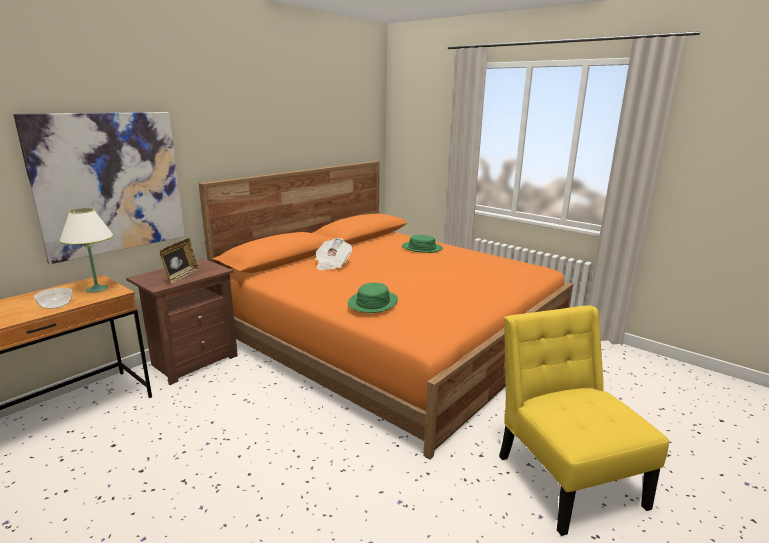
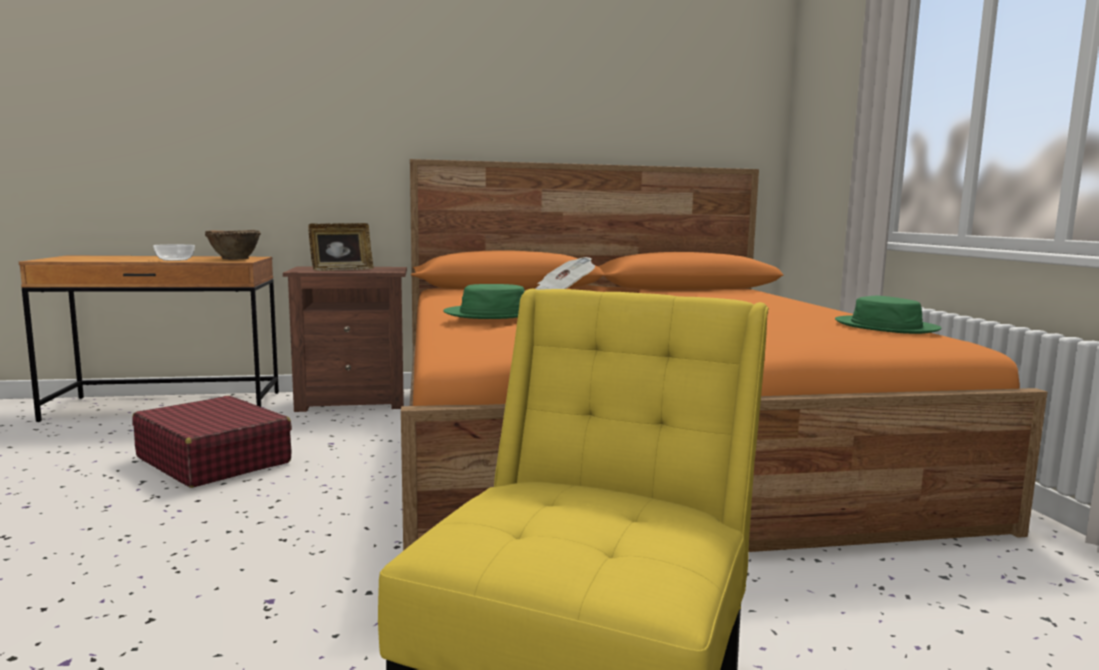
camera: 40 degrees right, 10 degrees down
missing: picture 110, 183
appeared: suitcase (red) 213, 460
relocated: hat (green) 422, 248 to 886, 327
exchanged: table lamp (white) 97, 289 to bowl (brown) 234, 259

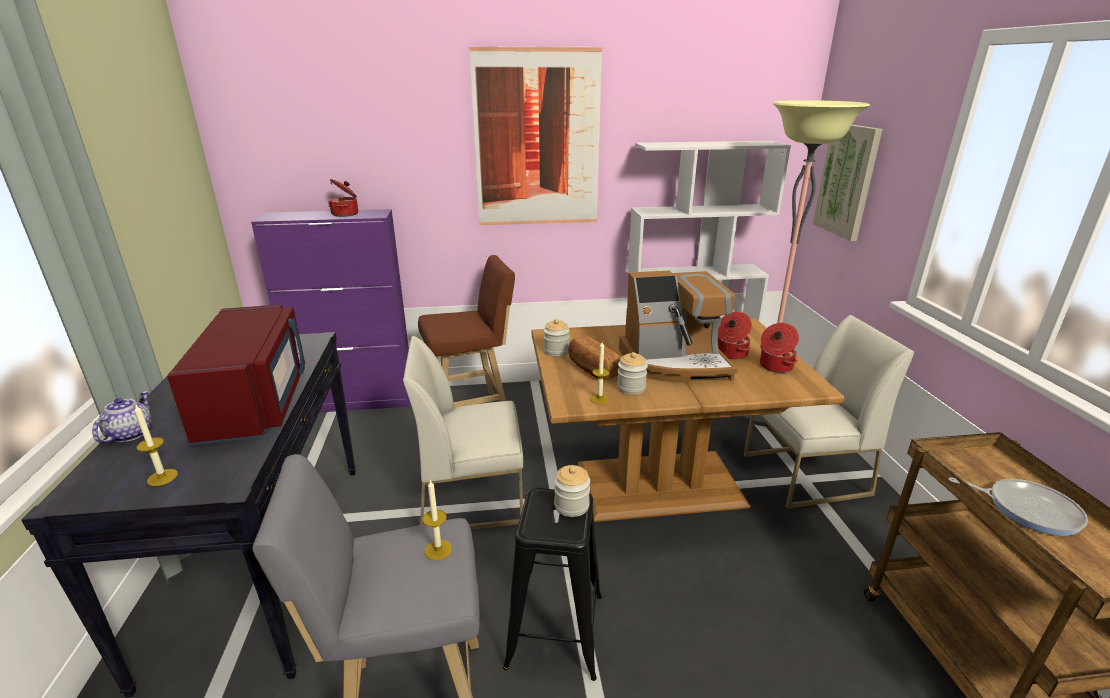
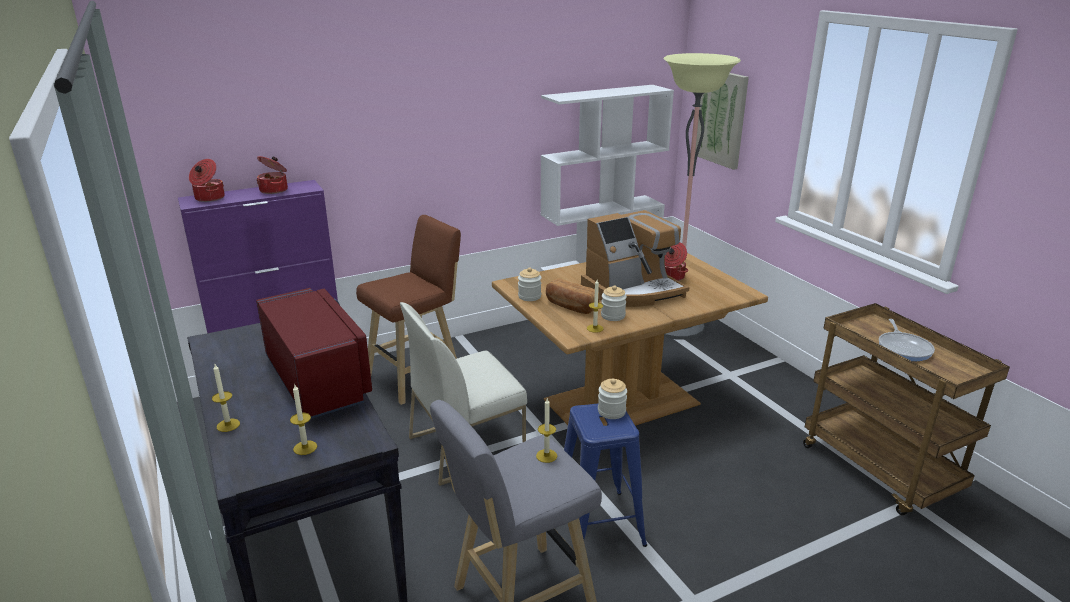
camera: 20 degrees left, 0 degrees up
missing: picture 537, 140; chair (white) 805, 475
relocated: cooking pot 775, 366 to 209, 198
exchanged: teapot 130, 434 to candle 228, 425
colour: stool (black) 555, 630 to stool (blue) 598, 523
spun: frying pan 1027, 509 = 904, 348 90 degrees clockwise

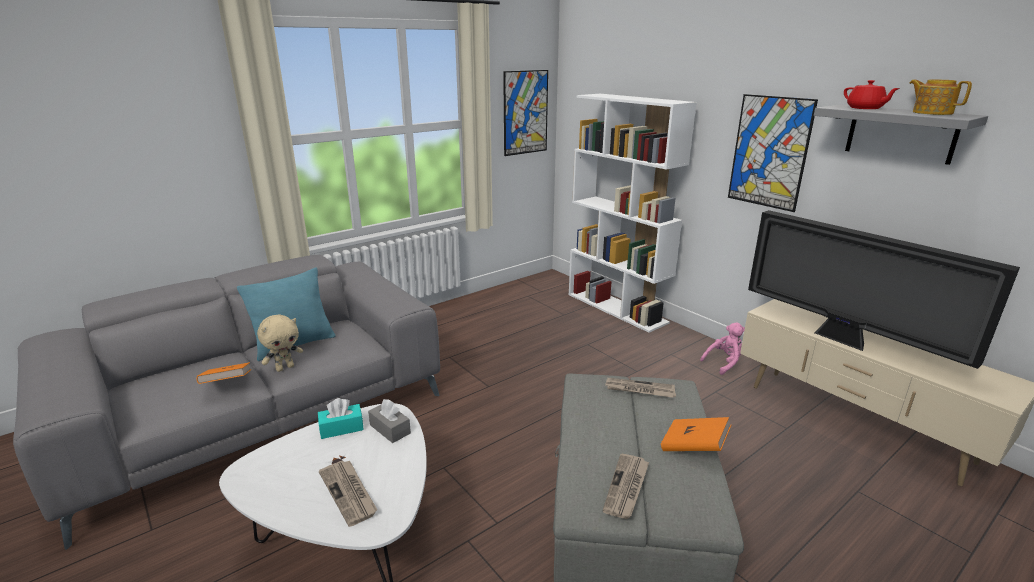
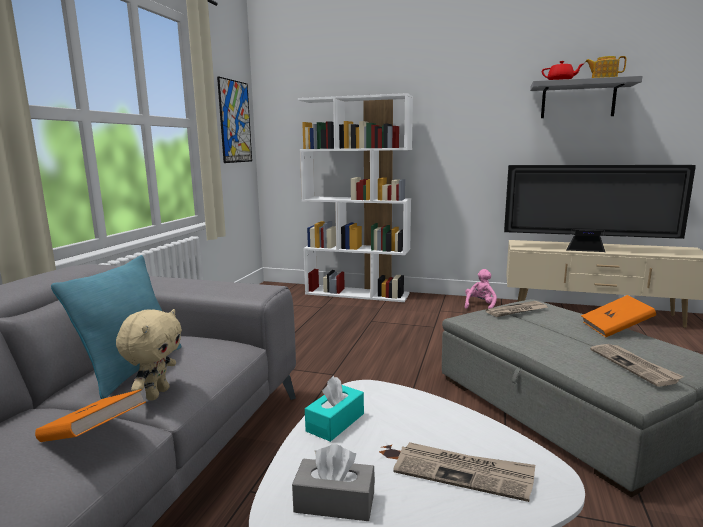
camera: 35 degrees left, 10 degrees down
missing: picture 769, 152
relocated: tissue box (grey) 390, 429 to 334, 502

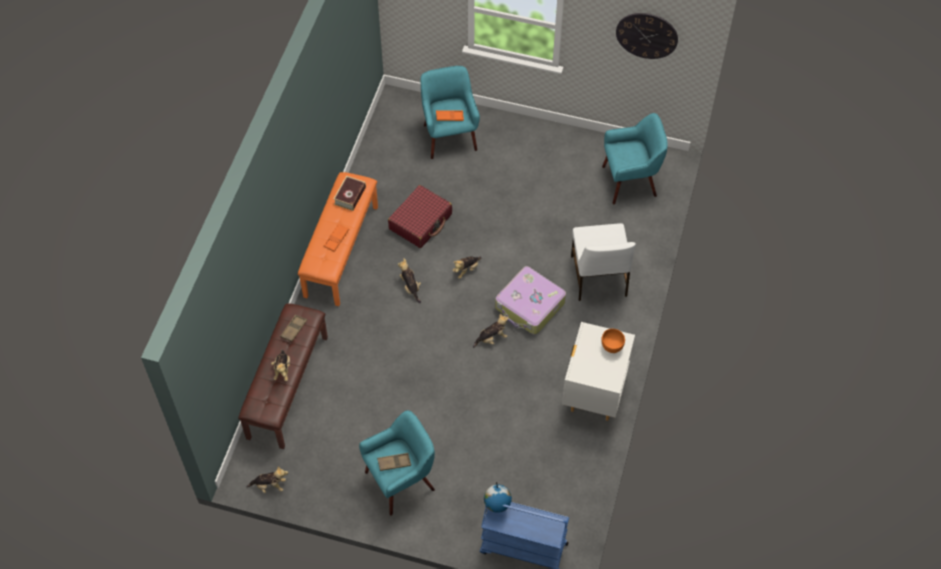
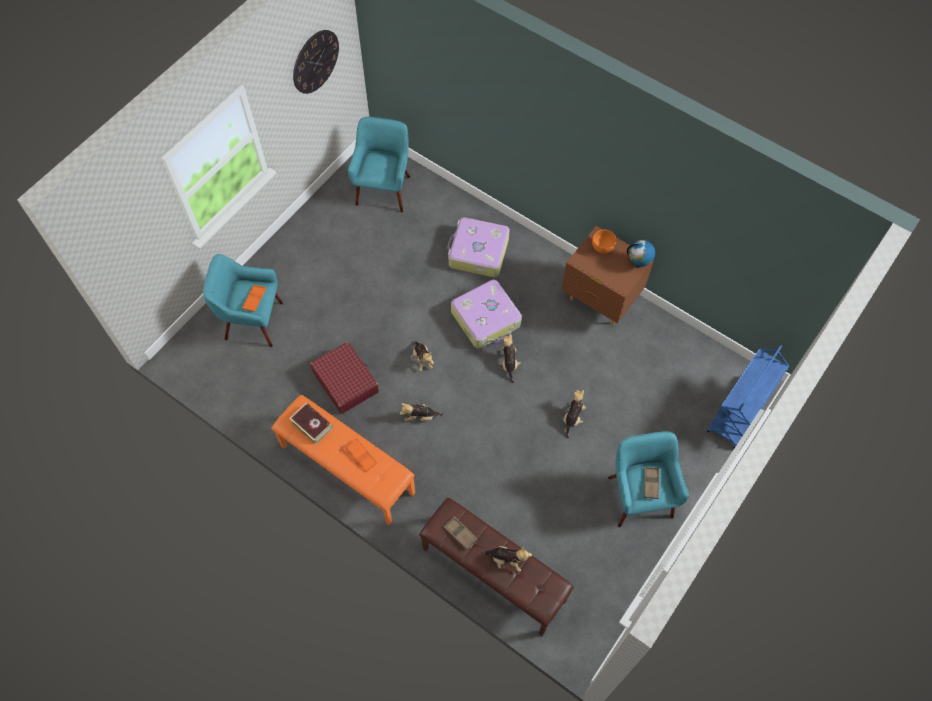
camera: 70 degrees left, 5 degrees up
relocated: plush toy 269, 485 to 573, 418; globe 497, 506 to 638, 264
exchanged: chair (white) 598, 277 to suitcase 478, 252
colour: nightstand (white) 594, 394 to nightstand (brown) 600, 300

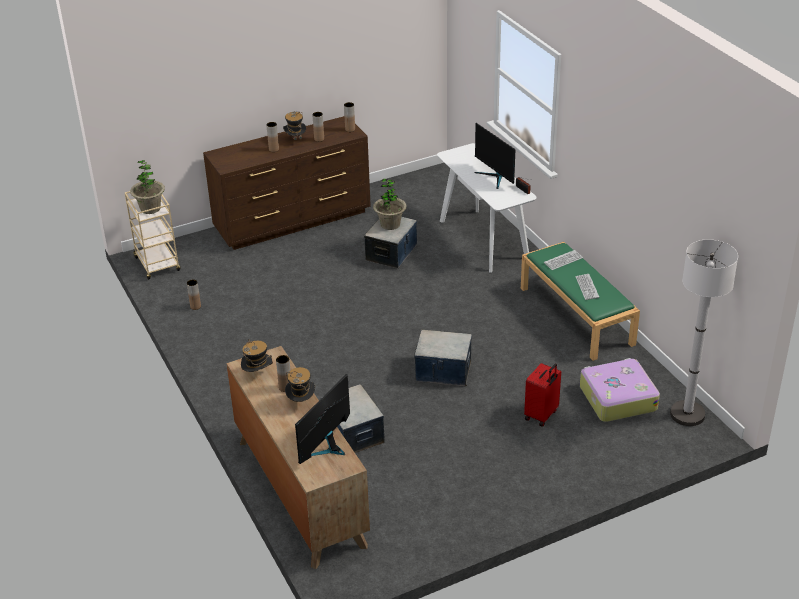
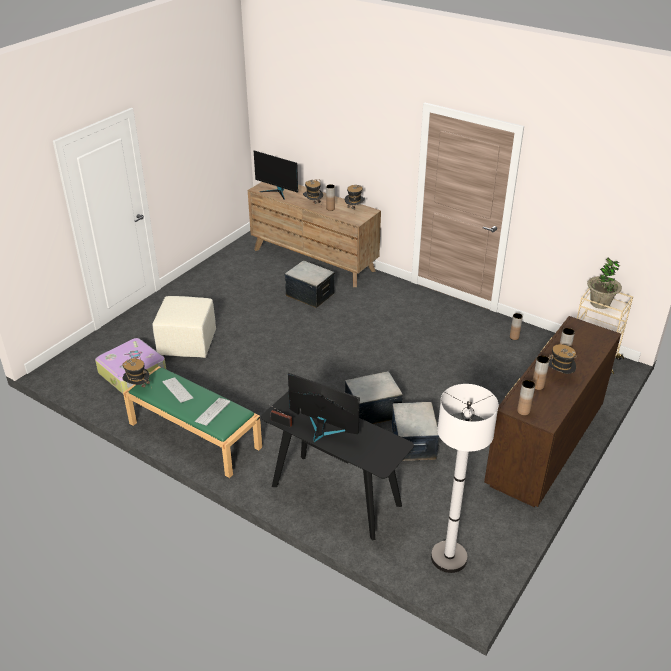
camera: 150 degrees right, 0 degrees up
missing: potted plant 390, 224
appeared: hat 138, 387
relocated: storage box 443, 371 to 372, 411; floor lamp (white) 687, 414 to 449, 557
exchanged: suitcase (red) 542, 415 to ottoman (beige) 187, 343
colour: console table (white) 484, 239 to console table (black) 335, 495
spun: monitor 327, 447 = 277, 192 120 degrees clockwise

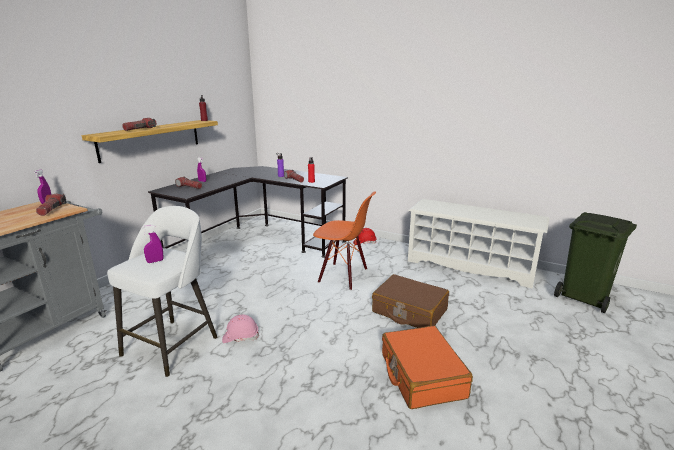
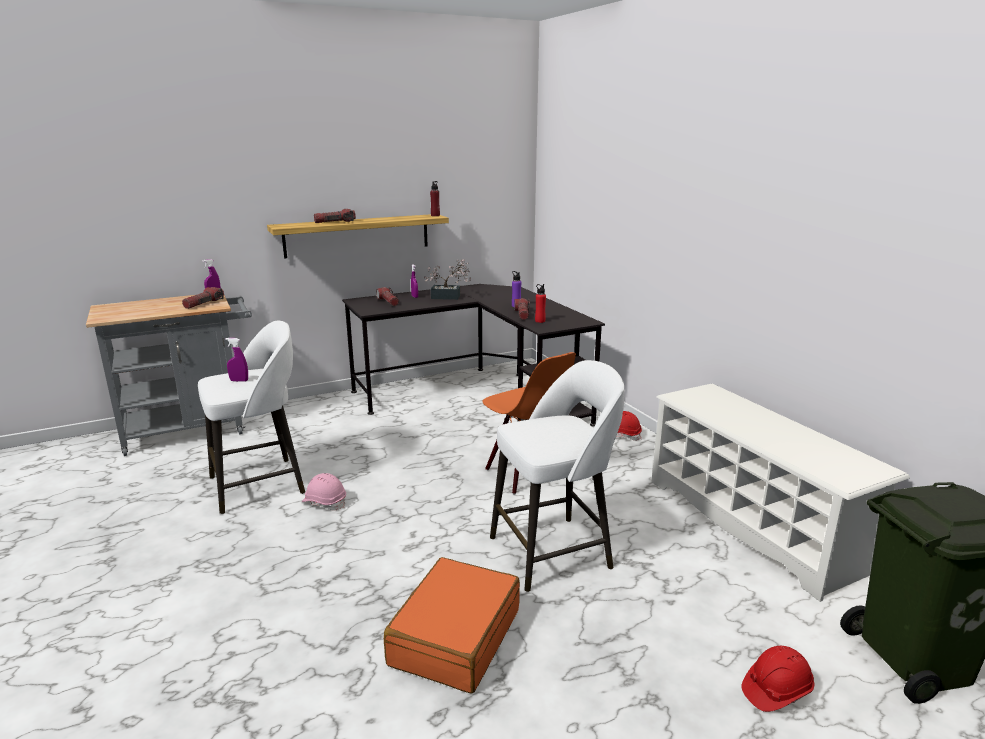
camera: 35 degrees right, 0 degrees up
appeared: potted plant 449, 297; hard hat (red) 776, 690
exchanged: suitcase (brown) 409, 311 to stool (white) 553, 551

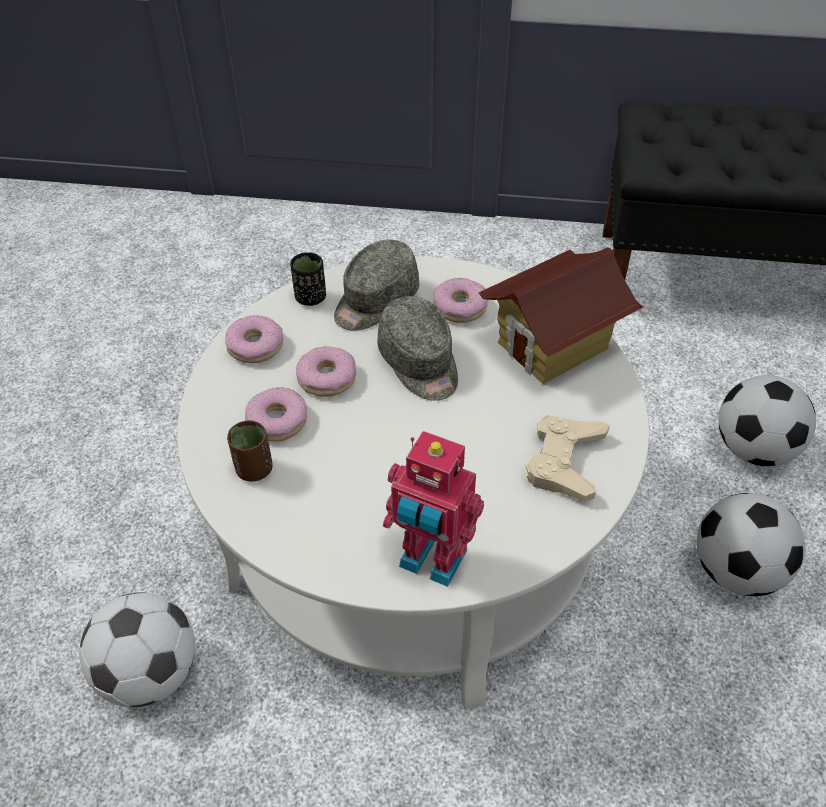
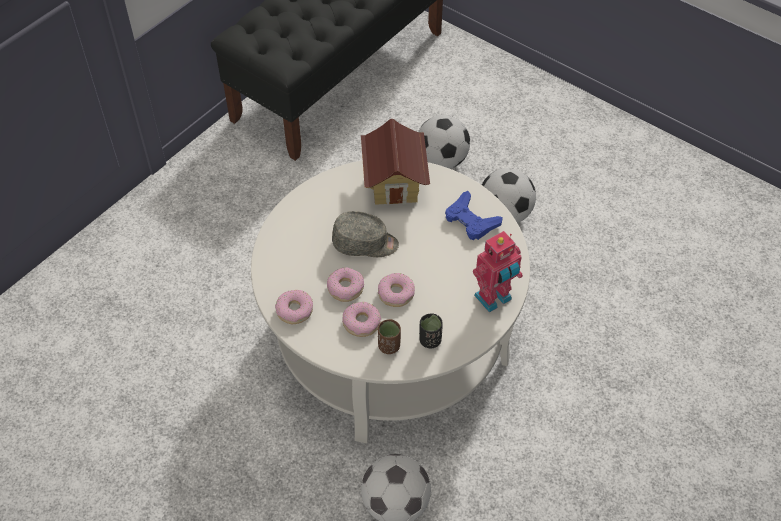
camera: 60 degrees left, 5 degrees up
missing: cap (grey) 375, 301
relocated: donut 460, 307 to 395, 293; cup (black) 310, 298 to 430, 340
colour: game controller (beige) 564, 461 to game controller (blue) 471, 220

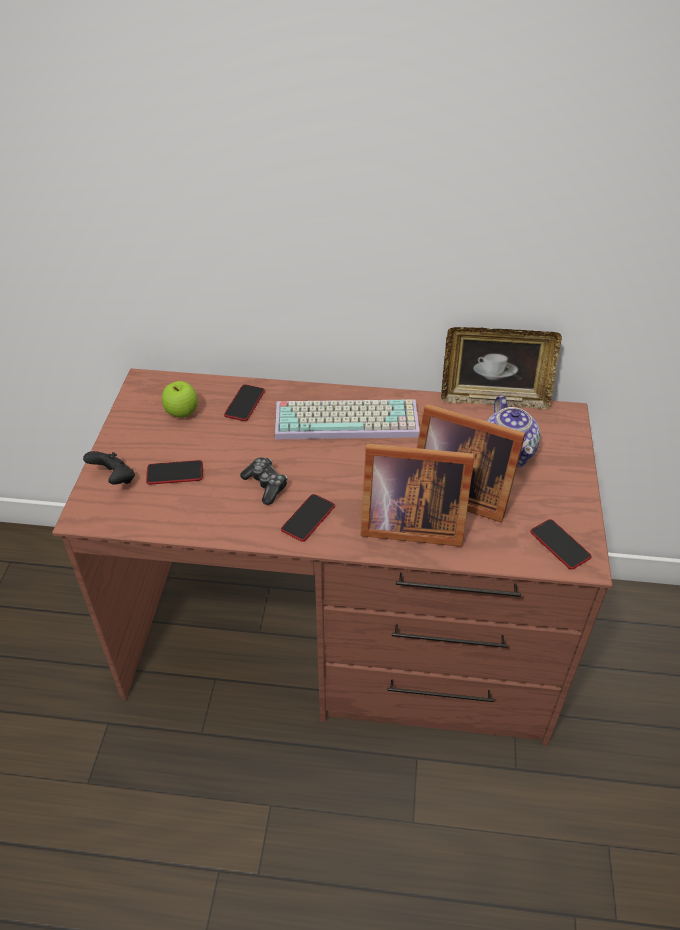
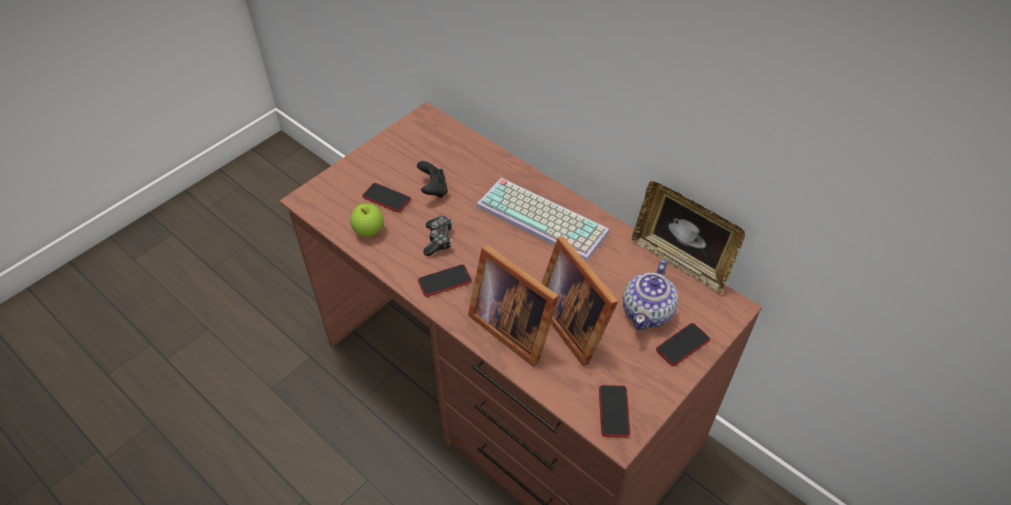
camera: 35 degrees right, 5 degrees up
relocated: apple 182, 413 to 369, 231; game controller (black) 114, 479 to 433, 189; phone 244, 403 to 682, 345

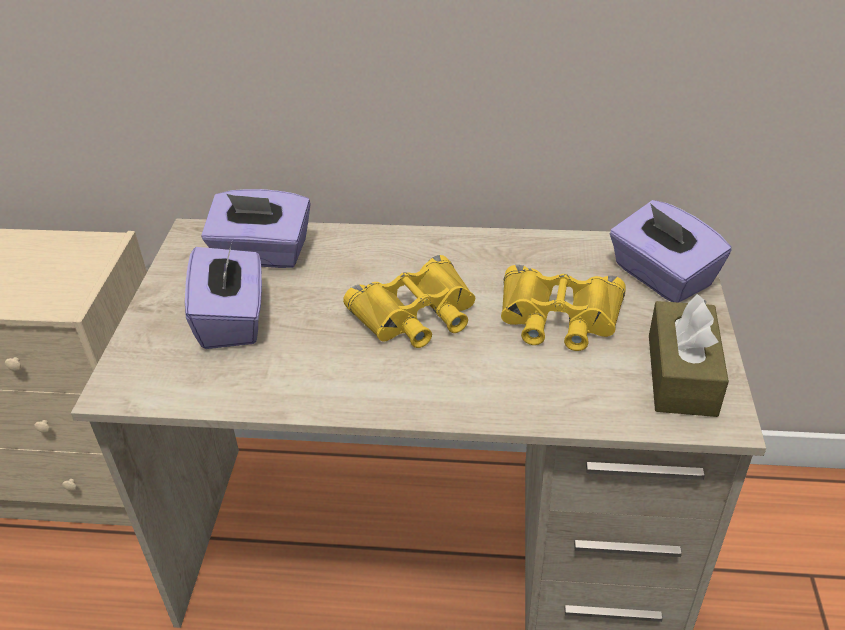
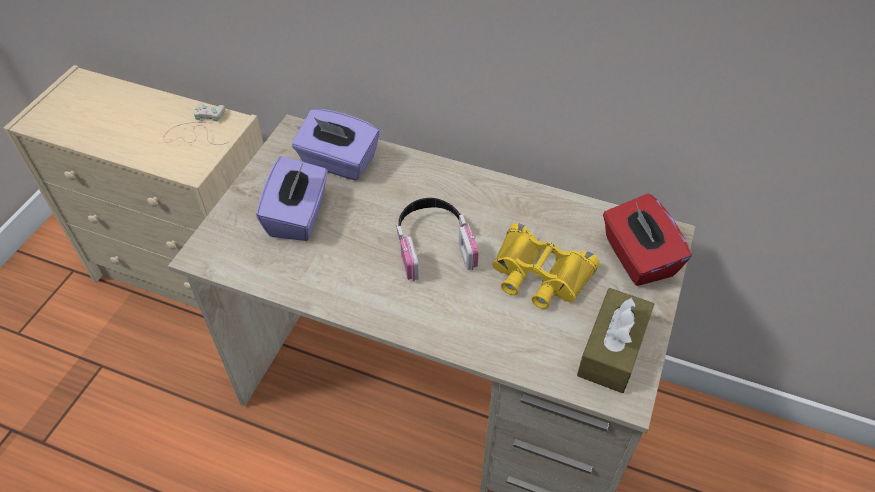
camera: 15 degrees right, 10 degrees up
appeared: game controller (white) 197, 129
exchanged: binoculars (yellow) 417, 314 to headphones 433, 244
colour: tissue box (purple) 661, 277 to tissue box (red) 637, 257

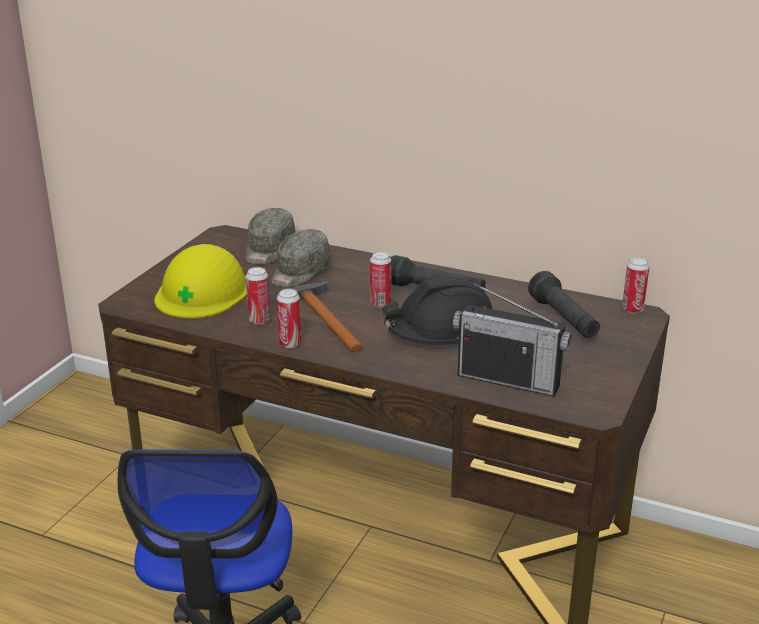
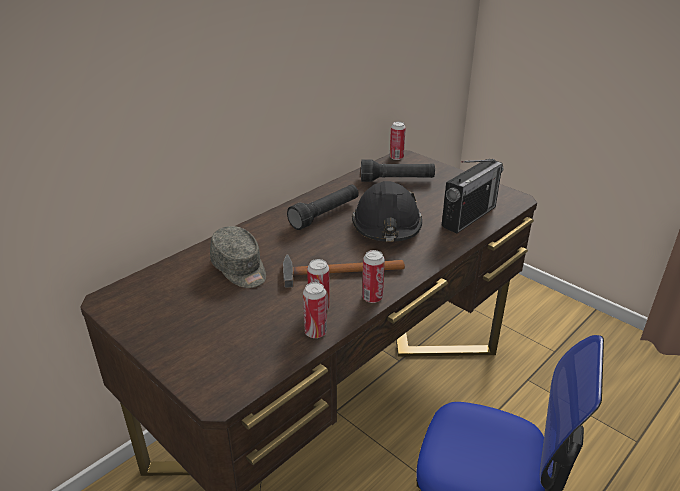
camera: 70 degrees left, 5 degrees up
missing: hard hat (yellow) 203, 292; cap (grey) 269, 250
relocated: can 380, 303 to 315, 332

